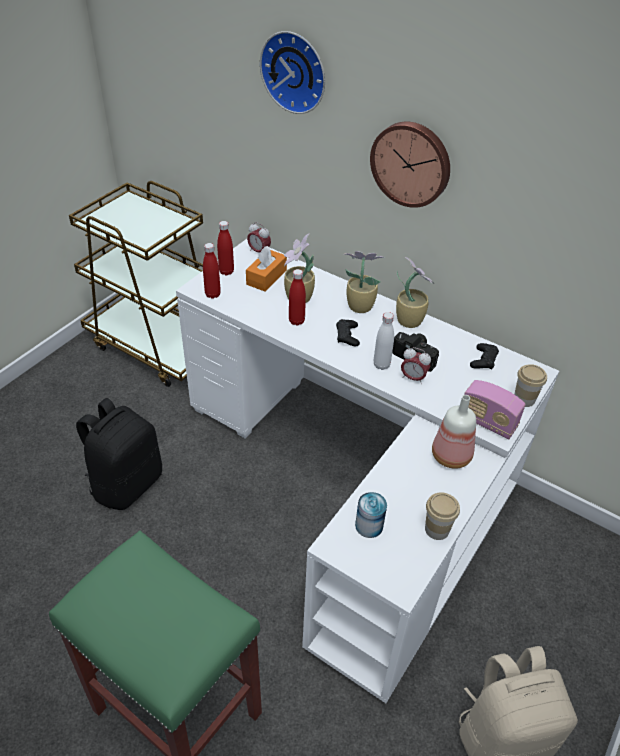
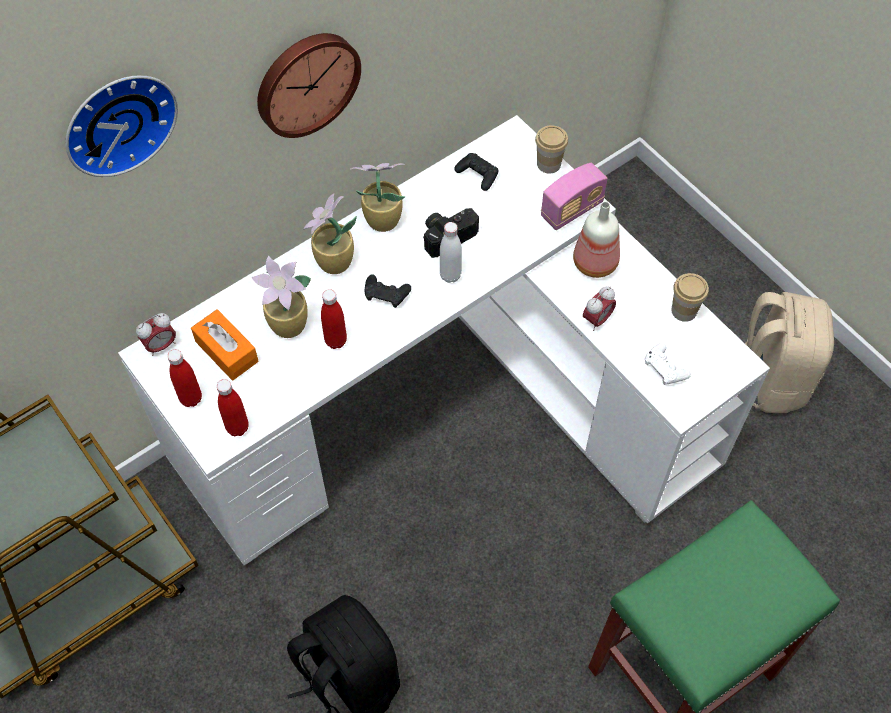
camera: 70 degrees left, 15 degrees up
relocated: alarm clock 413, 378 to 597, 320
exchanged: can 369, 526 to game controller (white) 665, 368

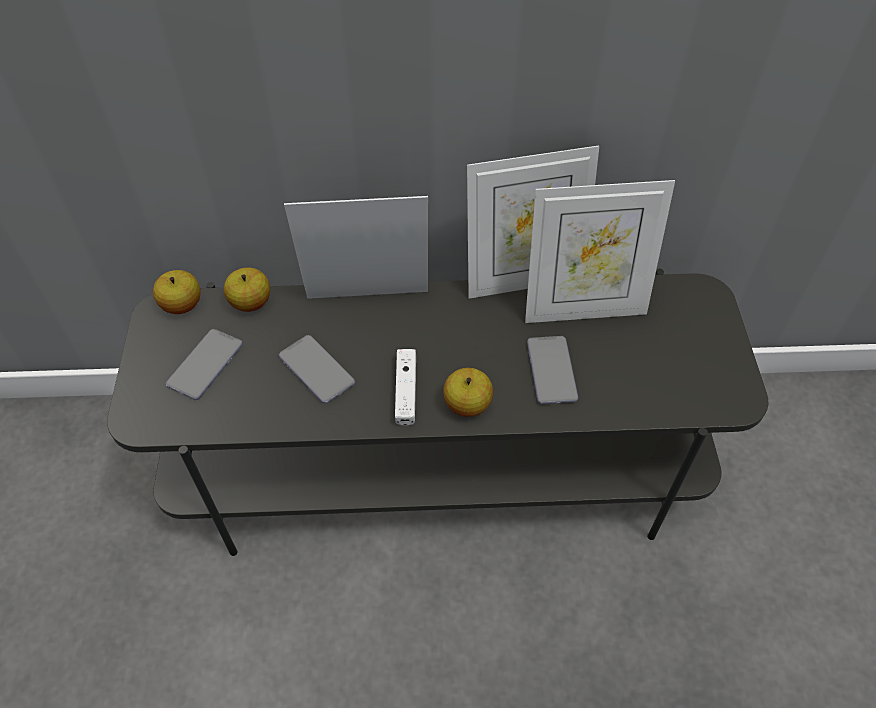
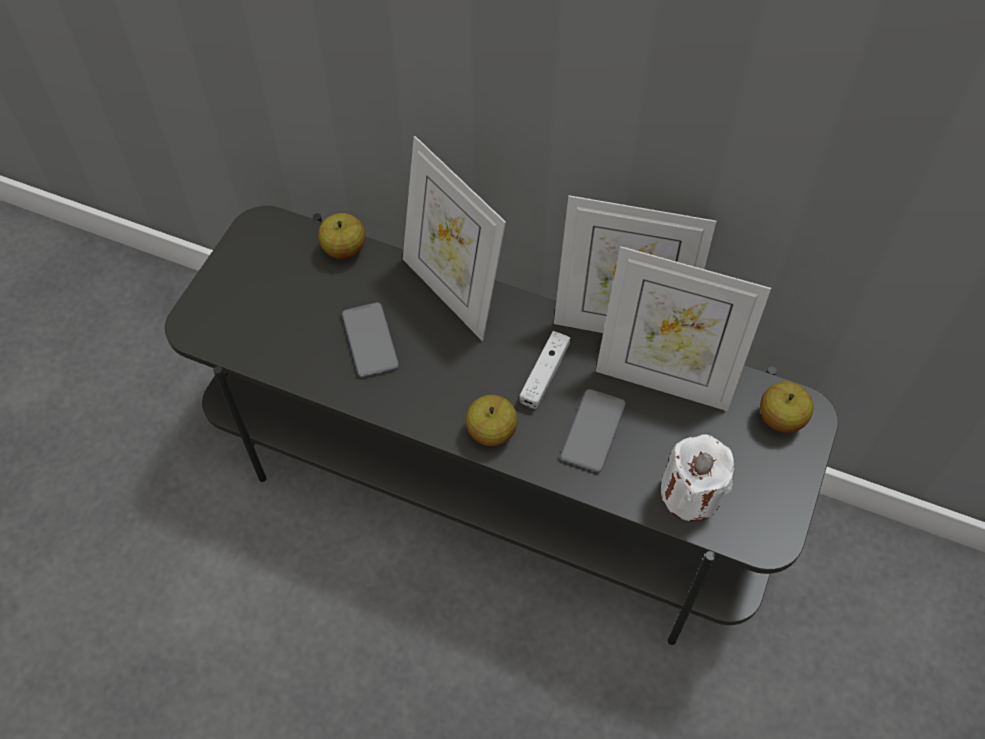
camera: 25 degrees right, 5 degrees up
missing: phone 205, 365
appeared: candle (white) 690, 494
relocated: game controller (white) 406, 391 to 544, 375; apple 182, 305 to 780, 419
spun: picture frame 368, 304 = 452, 292 150 degrees counterclockwise

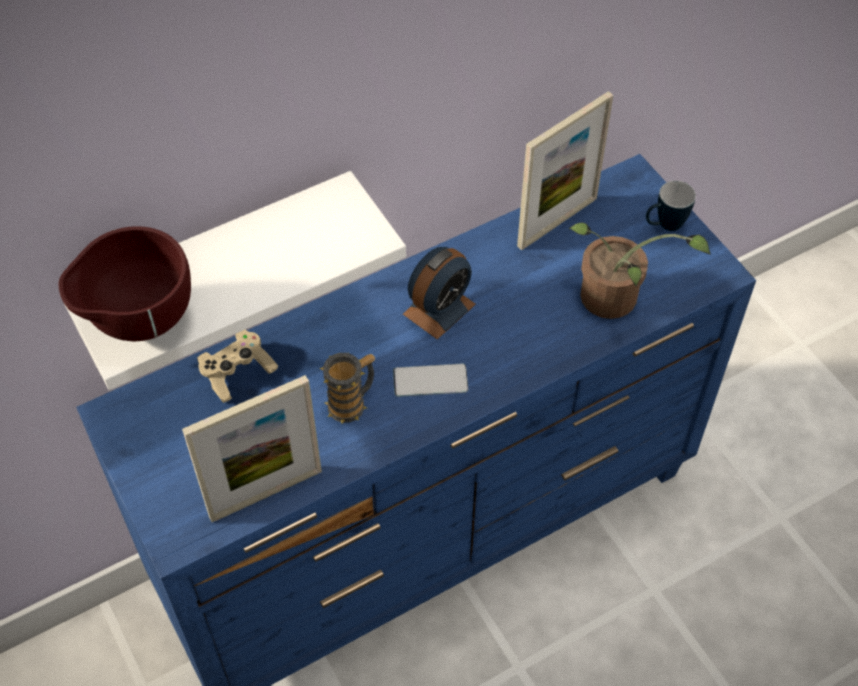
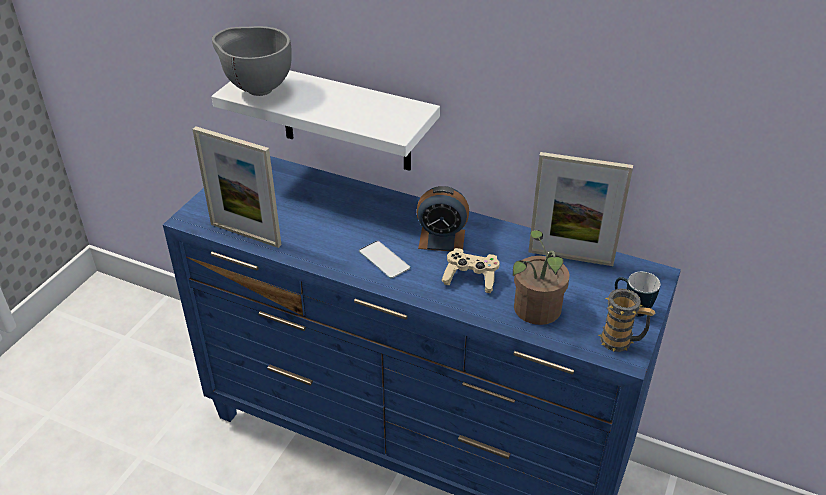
camera: 55 degrees right, 15 degrees down
relocated: game controller (beige) 237, 373 to 470, 278; mug 352, 403 to 621, 342
colour: bowl (brown) 138, 323 to bowl (grey) 256, 89

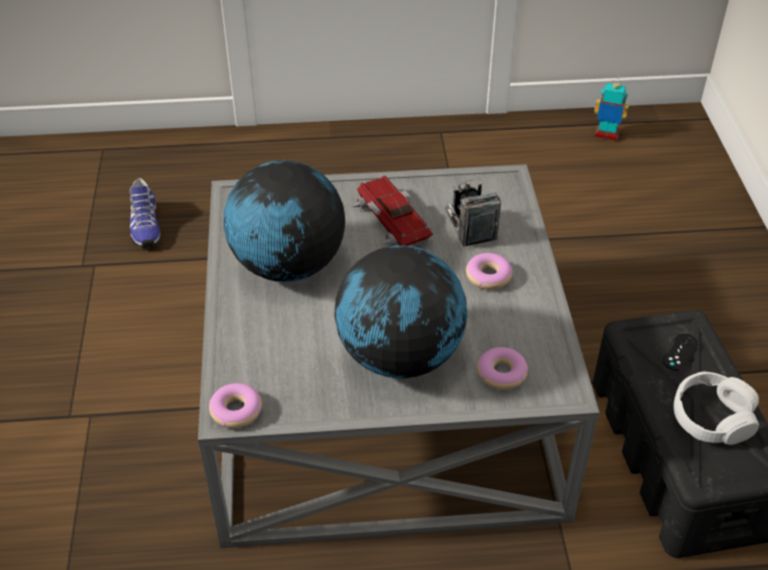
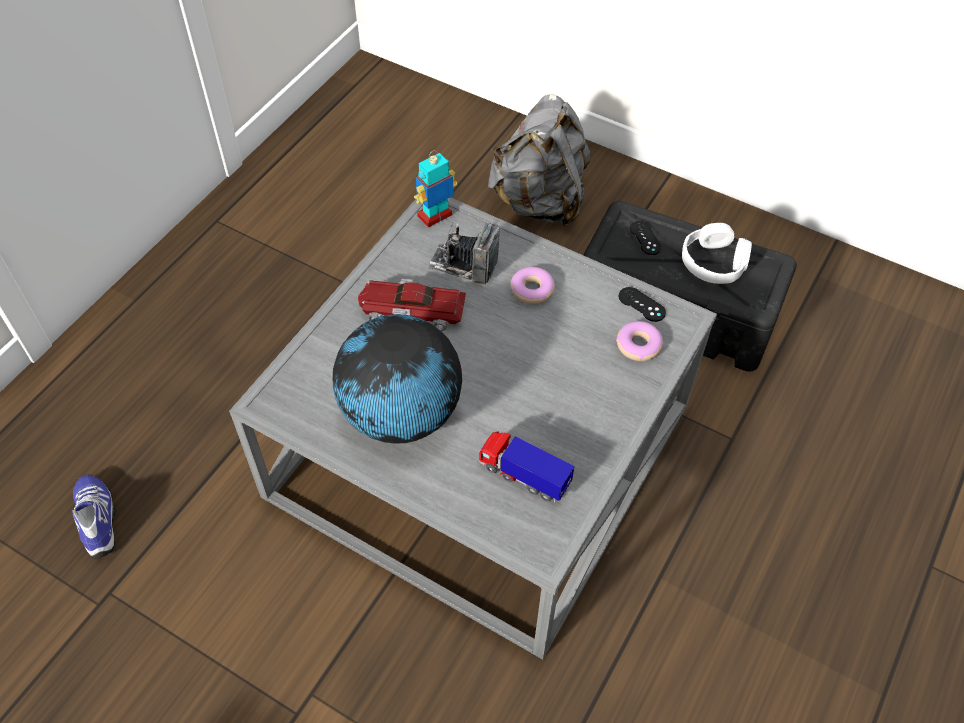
camera: 55 degrees left, 10 degrees up
missing: donut 236, 410; globe 400, 356
appeared: toy truck 523, 476; backpack (grey) 540, 202; game controller (black) 641, 304
relocated: toy robot 606, 135 to 435, 216
spun: shoe 145, 227 = 99, 519 135 degrees counterclockwise

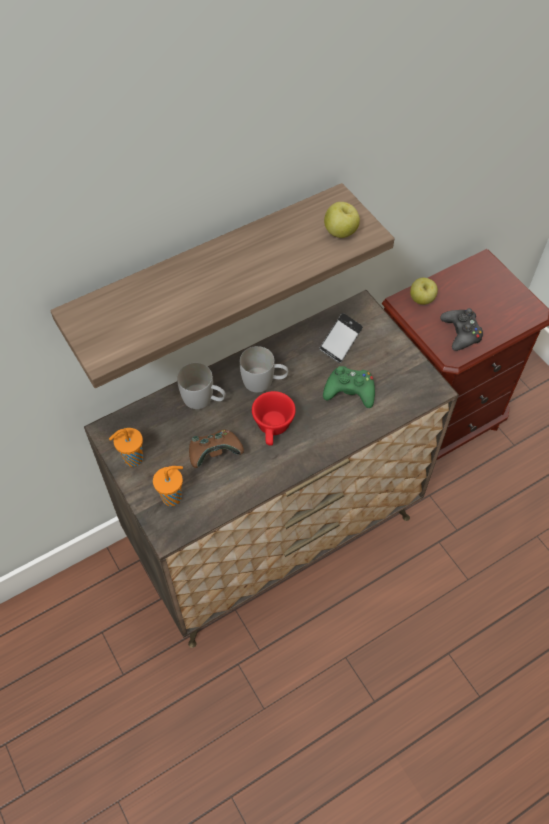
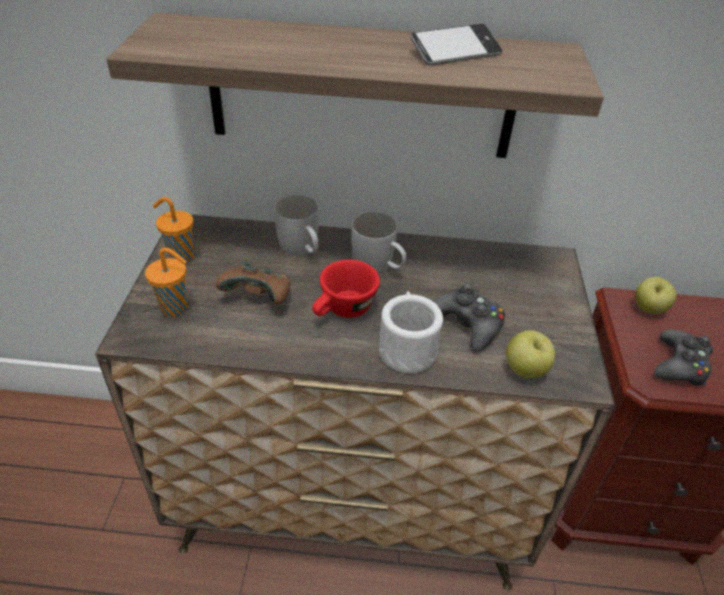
camera: 35 degrees right, 15 degrees down
appeared: mug (white) 407, 347
relocated: phone 340, 341 to 455, 52; apple 340, 232 to 525, 370
colour: game controller (green) 350, 391 to game controller (black) 467, 324

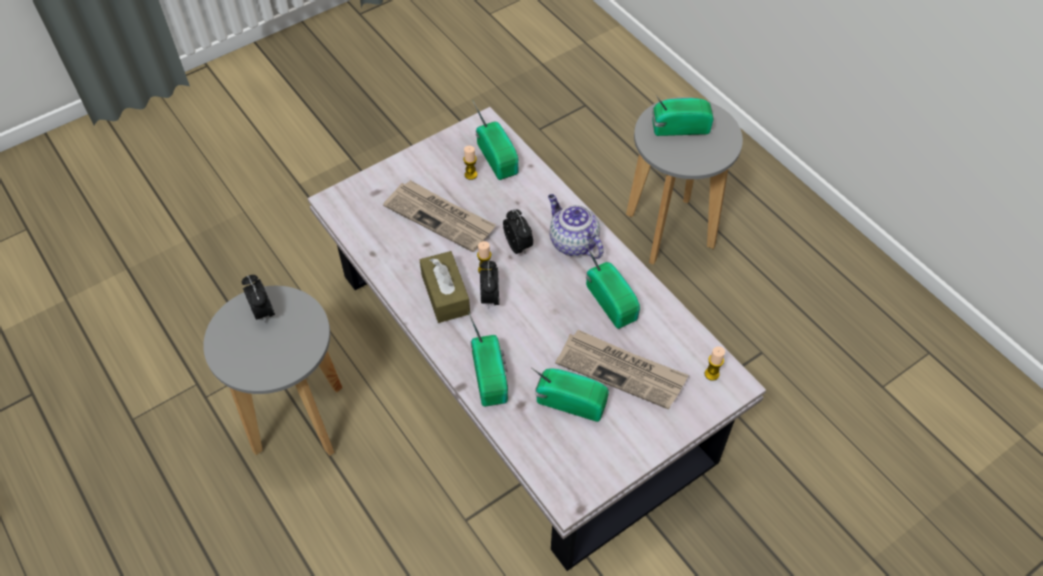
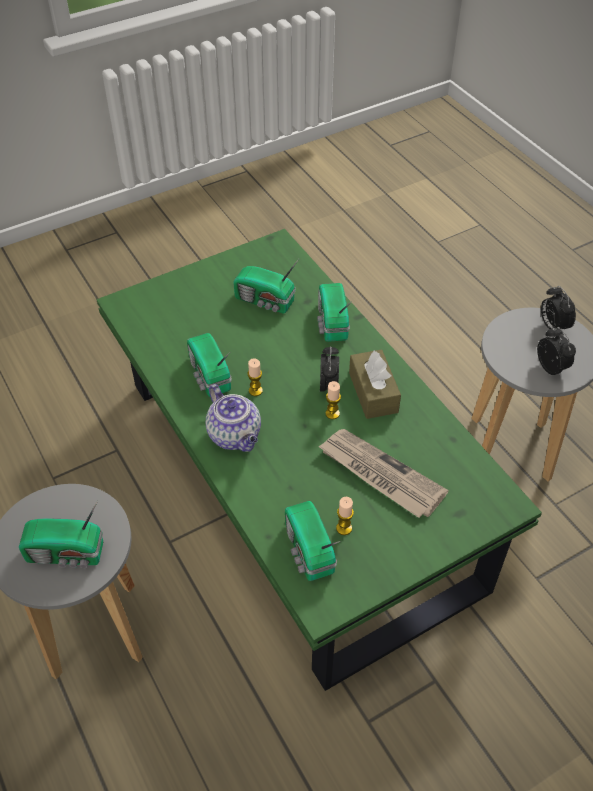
camera: 175 degrees left, 5 degrees down
missing: newspaper 621, 370
relocated: candle 711, 374 to 255, 390; alarm clock 518, 246 to 552, 326
colour: coffee table (white) 520, 364 to coffee table (green) 297, 483

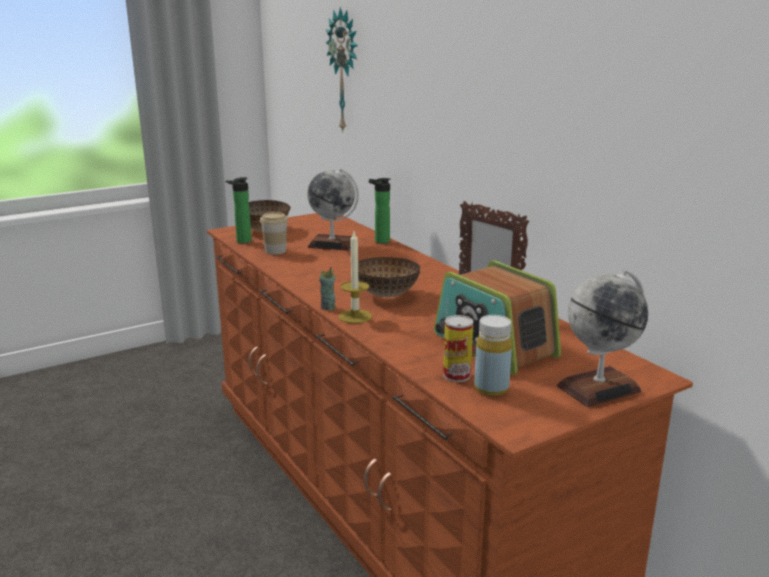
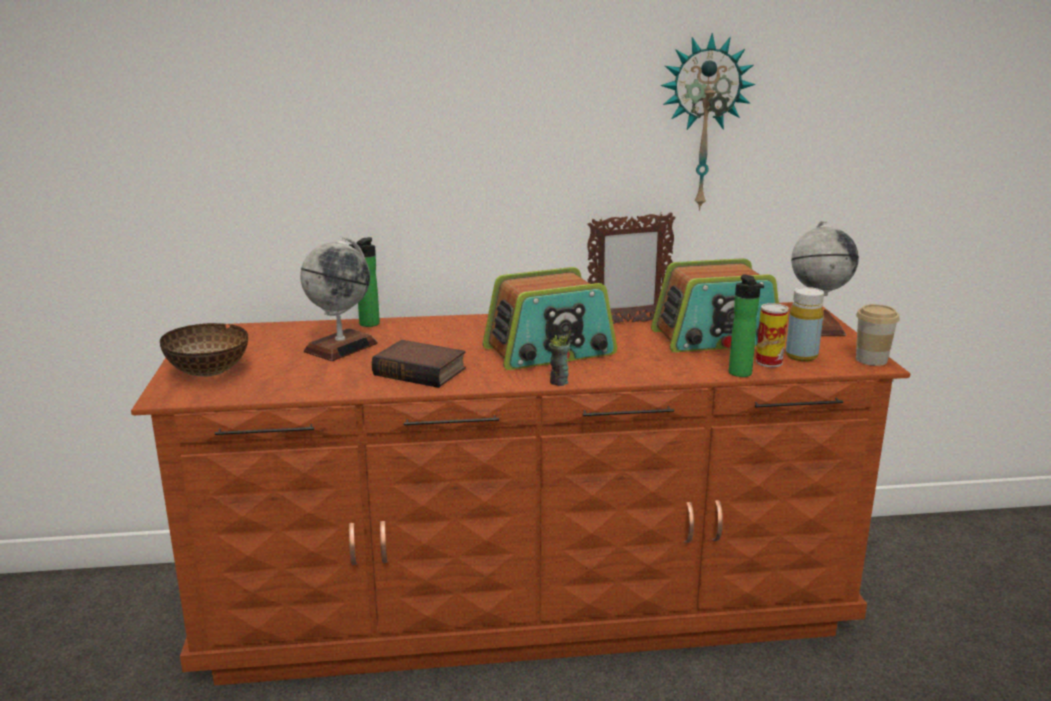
camera: 65 degrees left, 0 degrees up
missing: candle 355, 316
appeared: book 422, 371
relocated: wall clock 346, 71 to 703, 123; bottle 241, 241 to 741, 374; cup 275, 251 to 871, 360
exchanged: bowl 387, 295 to radio 550, 351

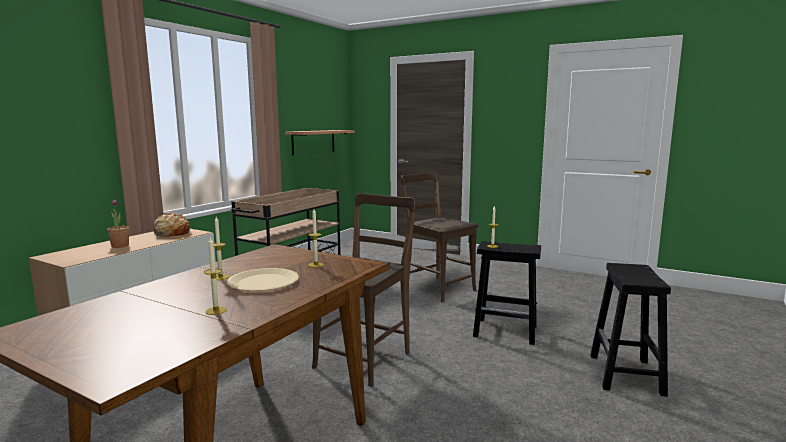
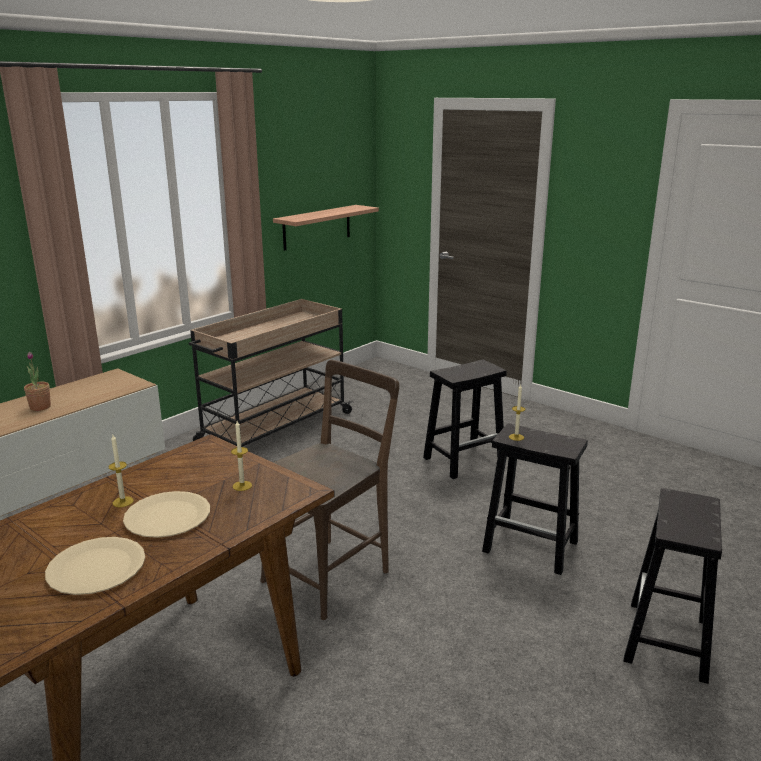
camera: 10 degrees right, 10 degrees up
missing: bread 171, 233
exchanged: candle 216, 311 to plate (beige) 96, 568; chair (brown) 437, 288 to stool (black) 464, 460

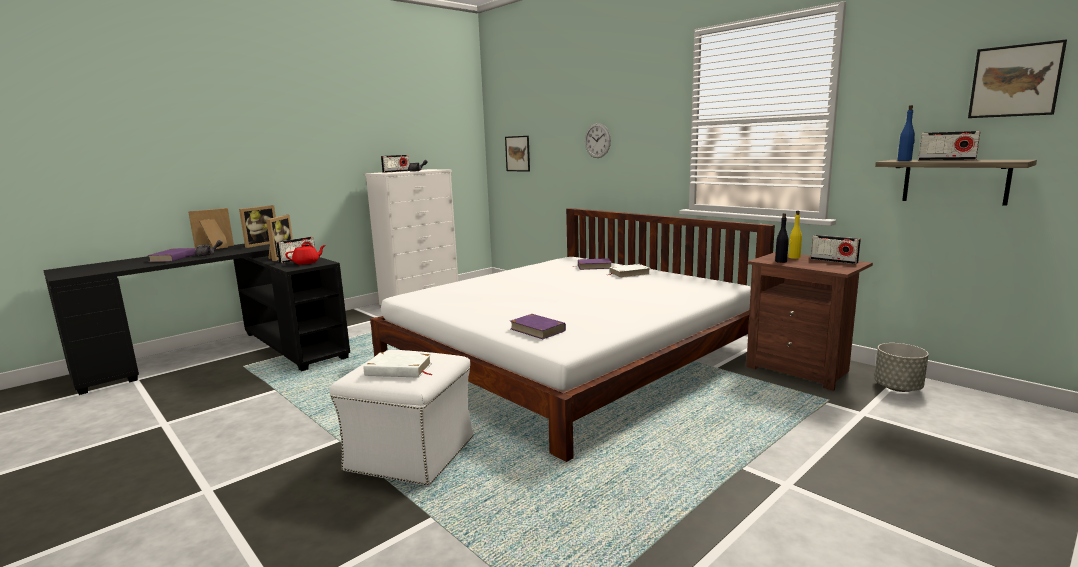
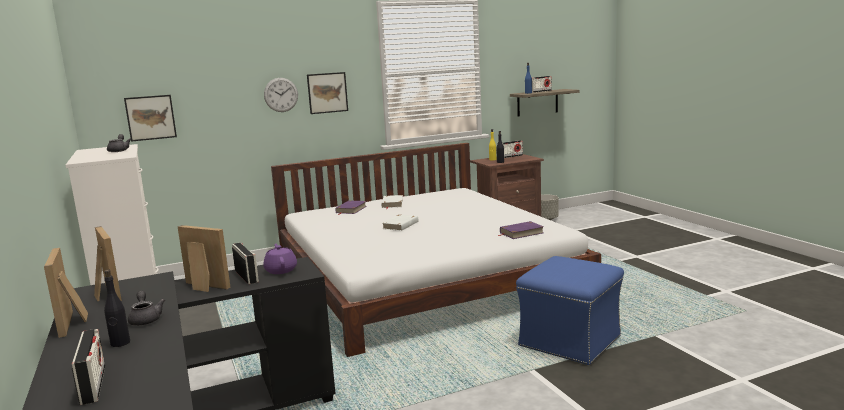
camera: 70 degrees left, 0 degrees up
relocated: radio 396, 171 to 93, 385; picture 1015, 81 to 327, 93; book (white) 399, 370 to 400, 225
exchanged: book (purple) 173, 258 to bottle (black) 120, 343
colour: teapot (red) 307, 263 to teapot (purple) 281, 270; ottoman (white) 412, 454 to ottoman (blue) 570, 340

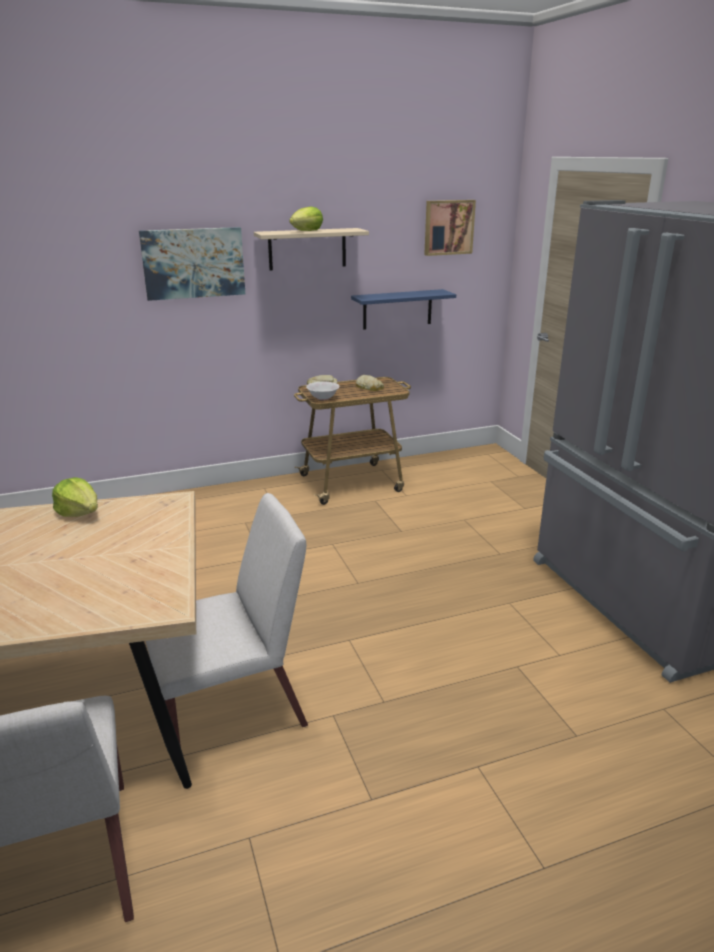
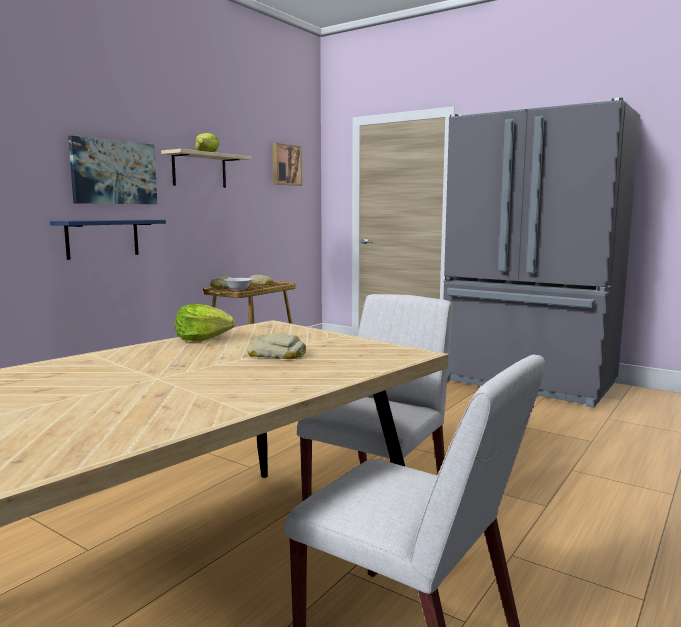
camera: 35 degrees left, 15 degrees down
appeared: bread 277, 354
relocated: shelf (blue) 397, 309 to 102, 238

